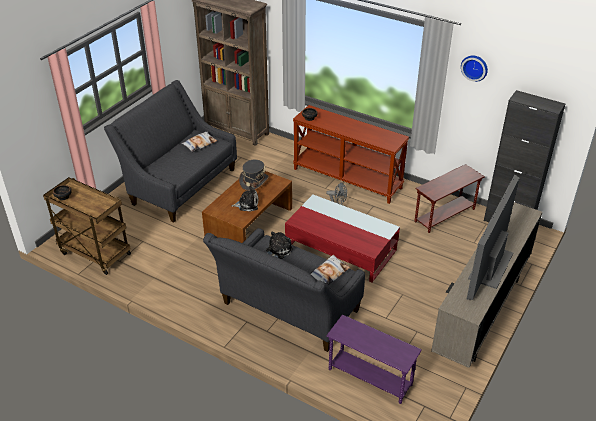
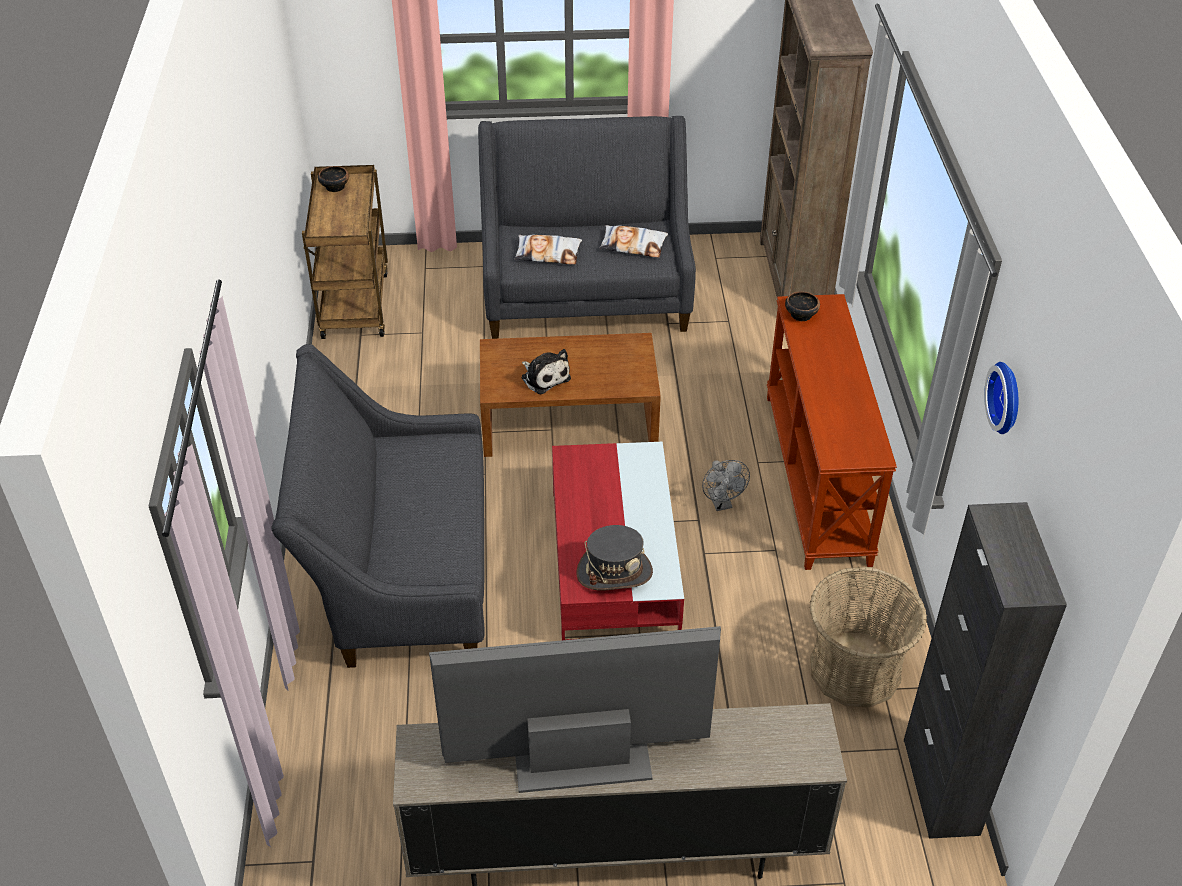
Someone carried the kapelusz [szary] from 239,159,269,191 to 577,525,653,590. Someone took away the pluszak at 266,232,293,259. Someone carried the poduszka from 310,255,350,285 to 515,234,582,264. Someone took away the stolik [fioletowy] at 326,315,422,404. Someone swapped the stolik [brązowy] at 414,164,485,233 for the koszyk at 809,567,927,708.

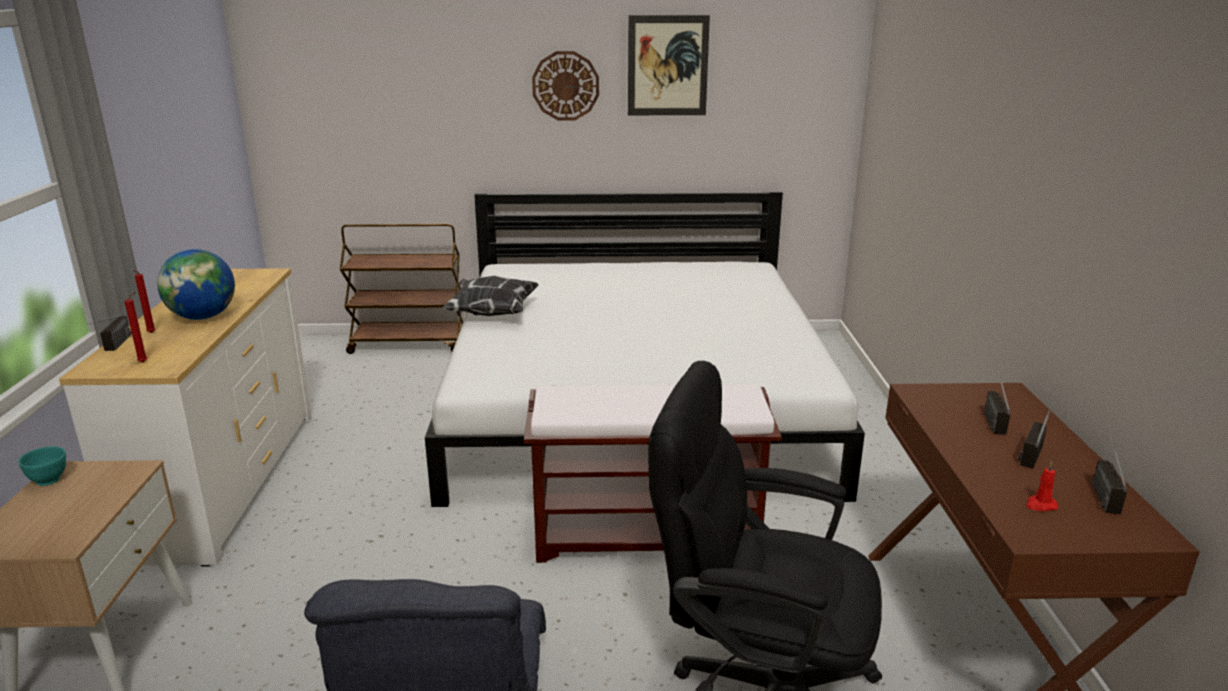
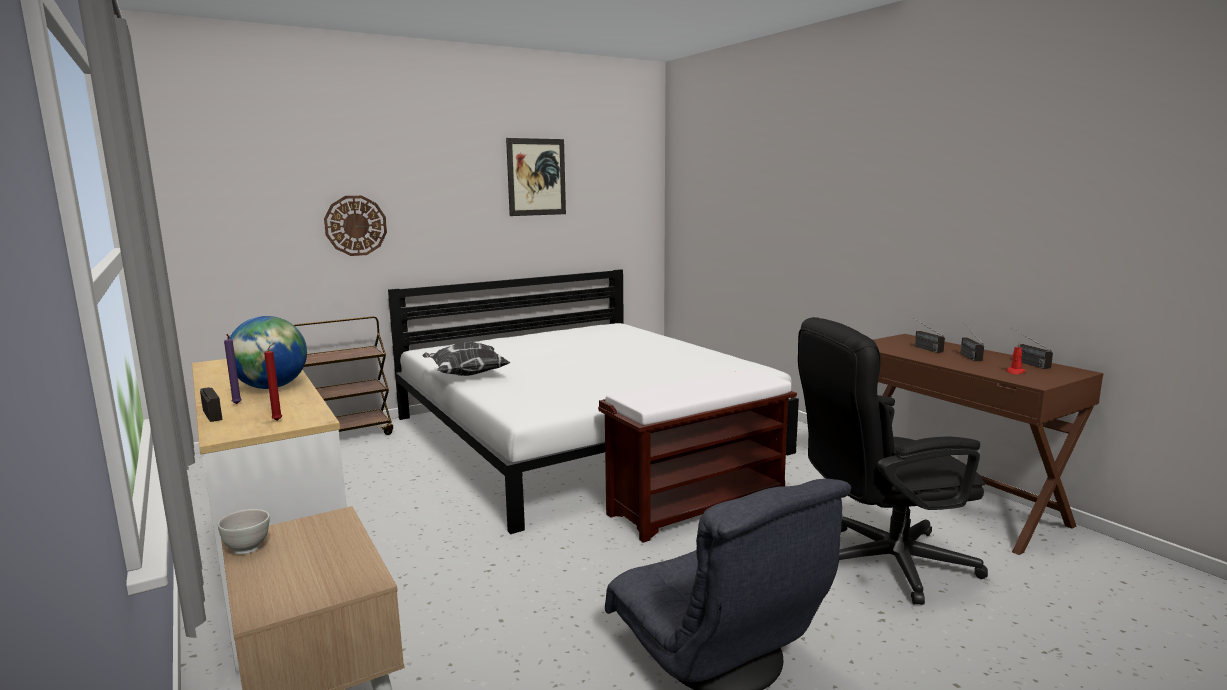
Someone repainted the miska [turkusowy] at 18,446,66,486, which became the miska [biały] at 218,509,270,554. Someone repainted the świeca [czerwony] at 133,270,155,333, which became the świeca [fioletowy] at 224,334,242,404. Someone carried the zegar ścienny from 532,51,599,120 to 324,196,387,256.

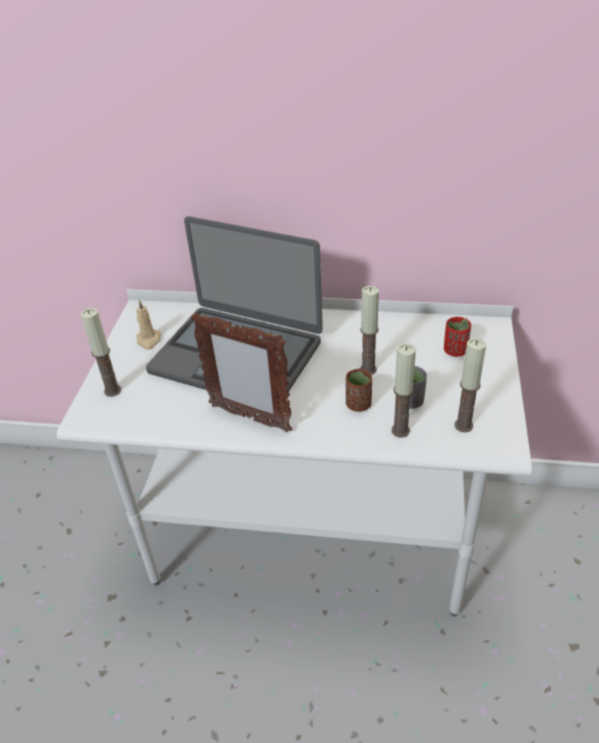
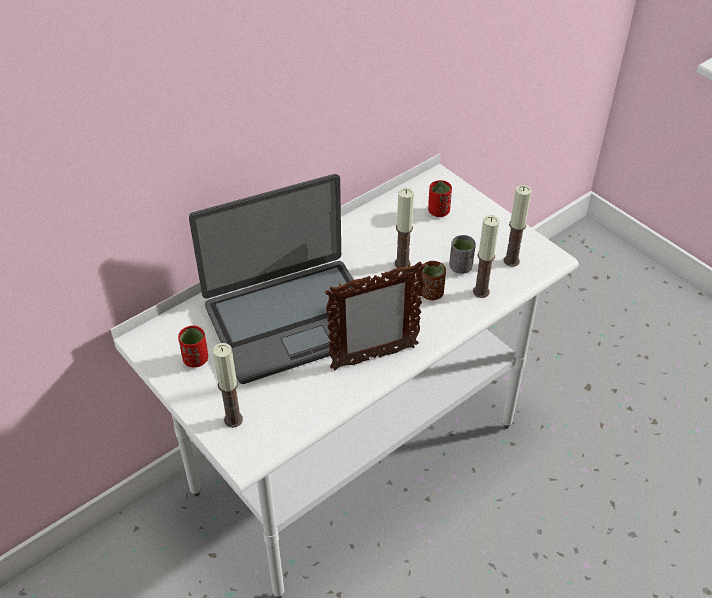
Someone swapped the świeca [beżowy] at 136,300,161,350 for the filiżanka [czerwony] at 178,325,208,367.

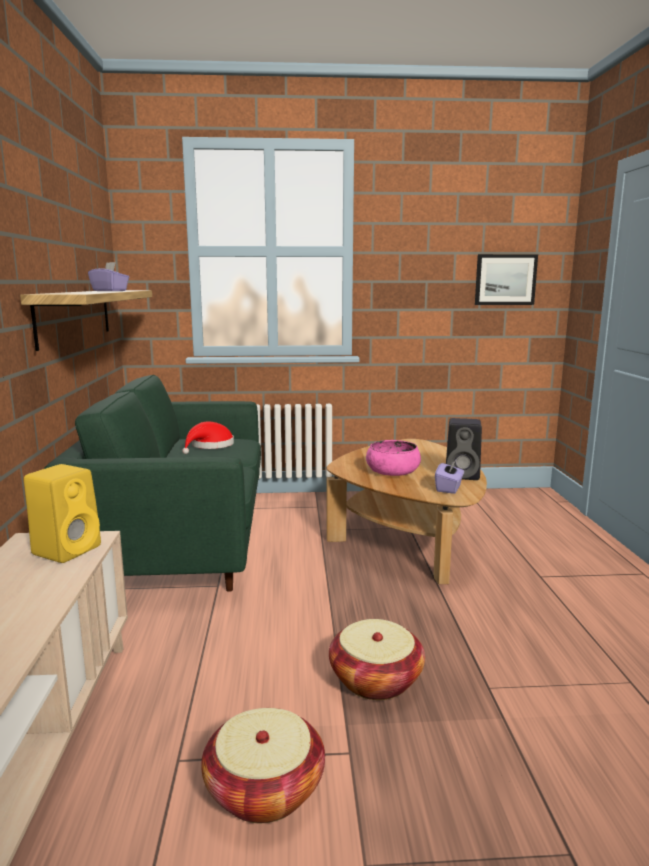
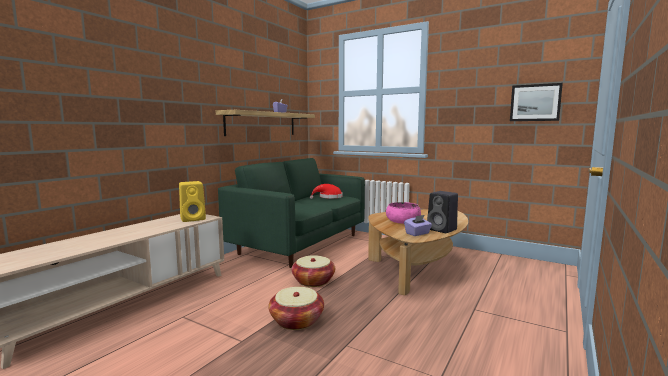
Someone carried the koszyk from 201,708,325,823 to 291,255,335,287.

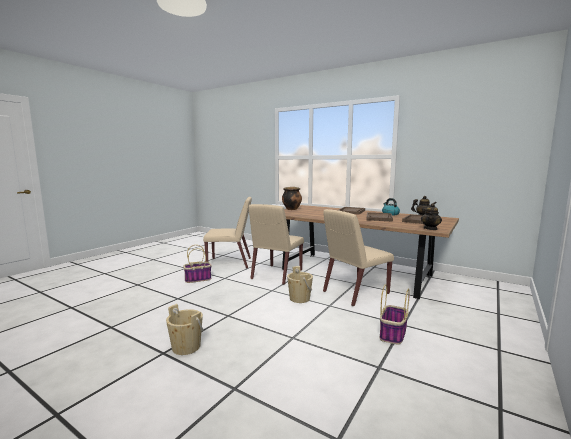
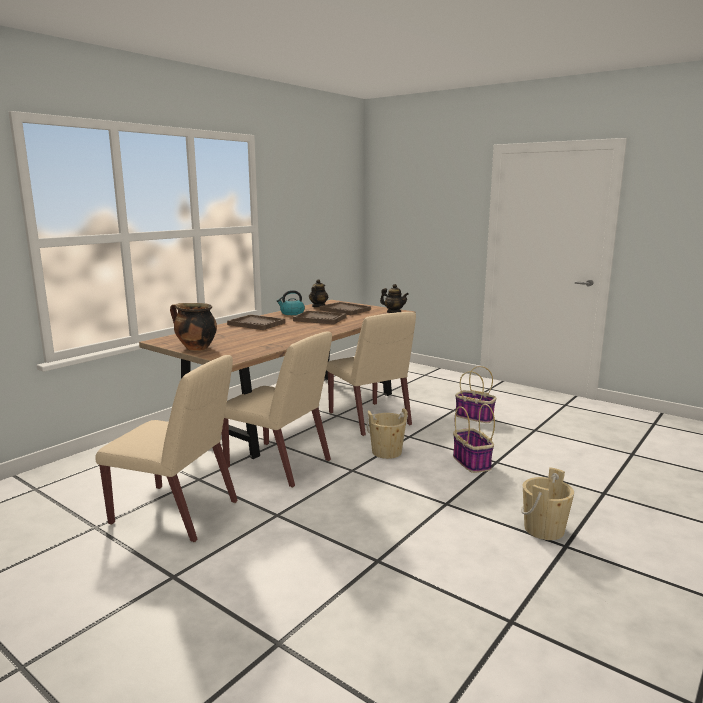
Someone carried the koszyk from 183,245,211,283 to 453,404,495,473. Someone rotated the krzesło [beżowy] at 203,197,252,269 by 105 degrees clockwise.

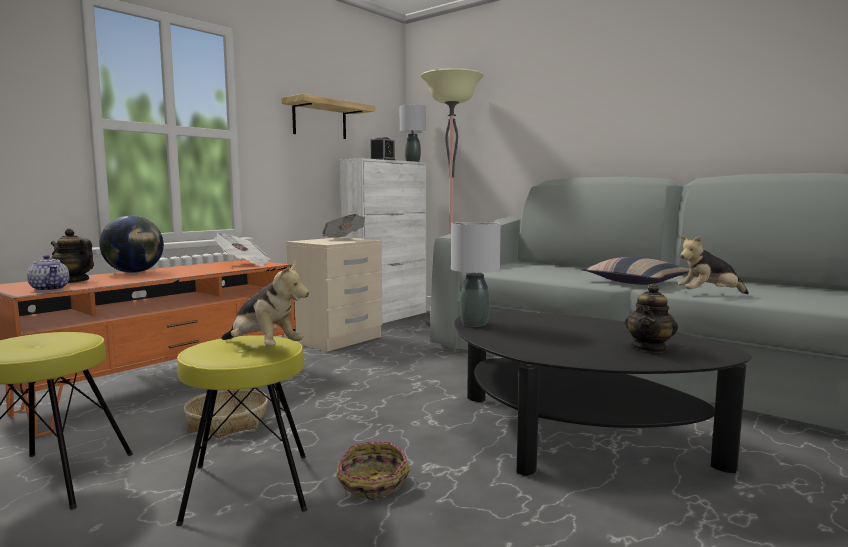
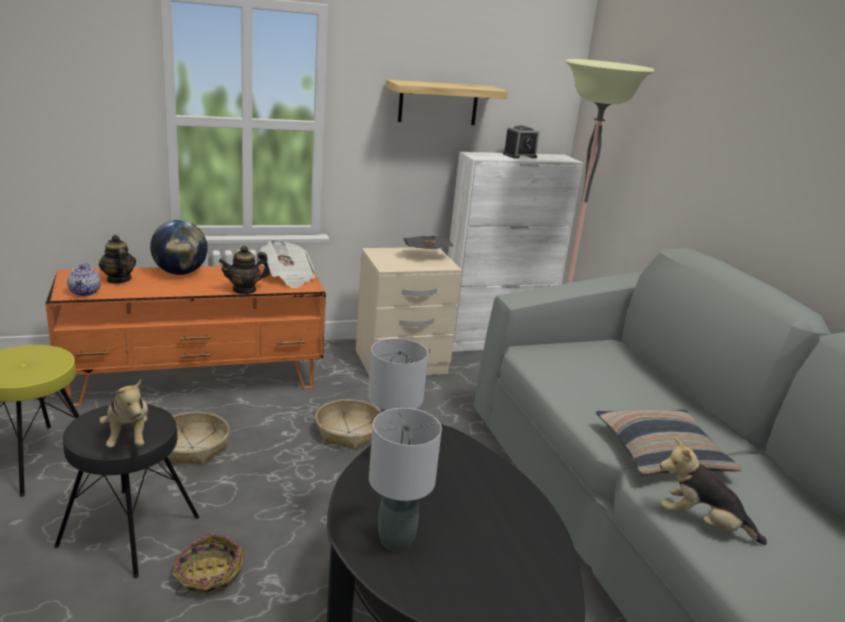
Someone repainted the stołek [żółty] at 176,335,307,526, which became the stołek [czarny] at 54,404,200,578. Someone carried the lampa stołowa [szary] from 400,104,426,162 to 369,408,442,551. Someone carried the imbryk from 625,283,678,353 to 219,246,270,294. Someone put down the koszyk at 315,399,381,450.

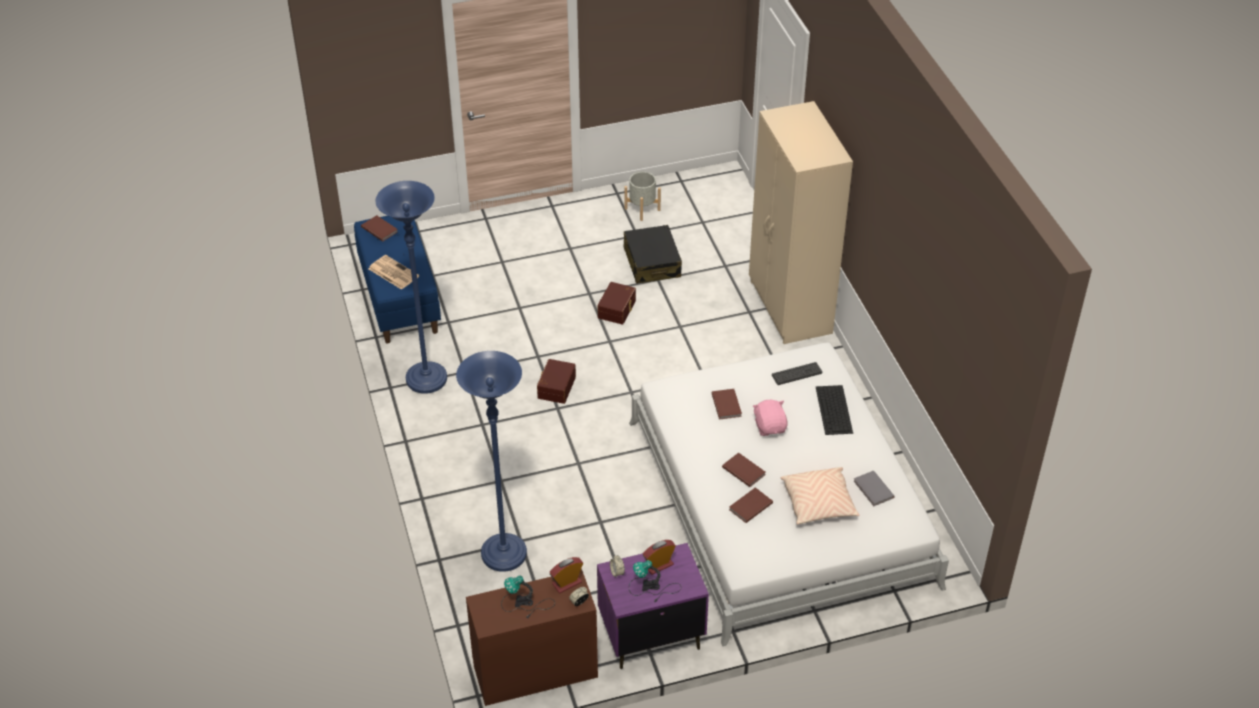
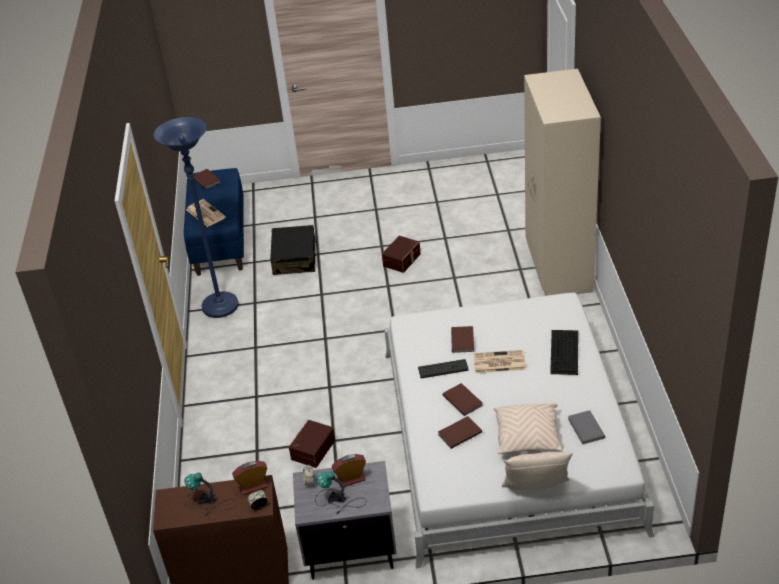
Someone took away the lampa stojąca [niebieski] at 456,351,527,572. Someone carried the pojemnik do przechowywania [brązowy] from 537,359,576,404 to 289,420,335,468. Someone repainted the szafka nocna [fioletowy] at 597,543,709,669, which became the szafka nocna [szary] at 293,461,397,580. Someone took away the donica [szary] at 624,172,661,221. Someone carried the walizka [czarny] from 624,225,682,284 to 270,225,316,275. Someone swapped the pluszak [różowy] at 753,400,788,436 for the gazeta at 473,350,526,373. Someone carried the klawiatura from 772,362,822,385 to 418,359,469,378. Someone put down the poduszka [beżowy] at 502,452,573,490.

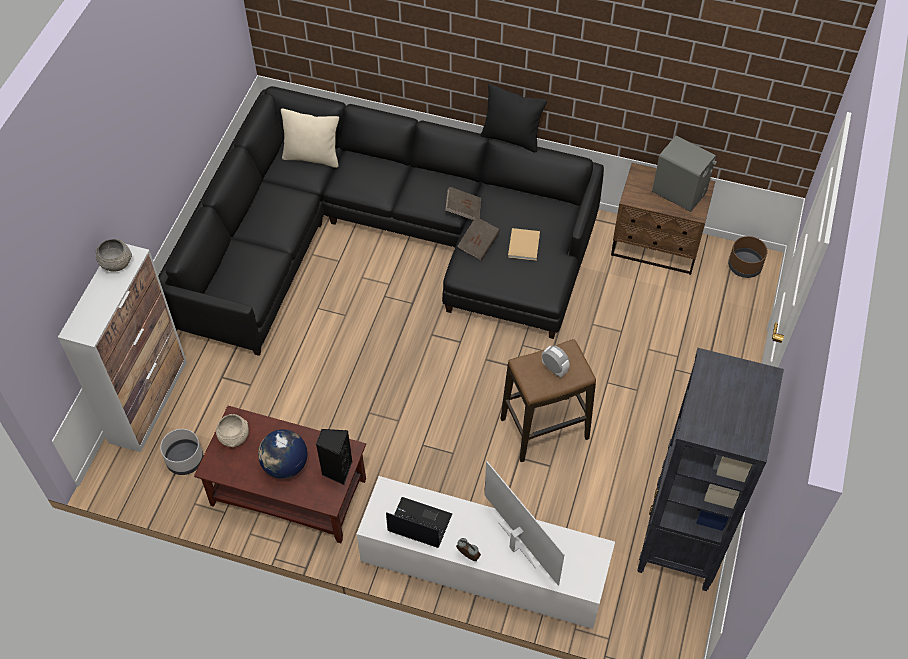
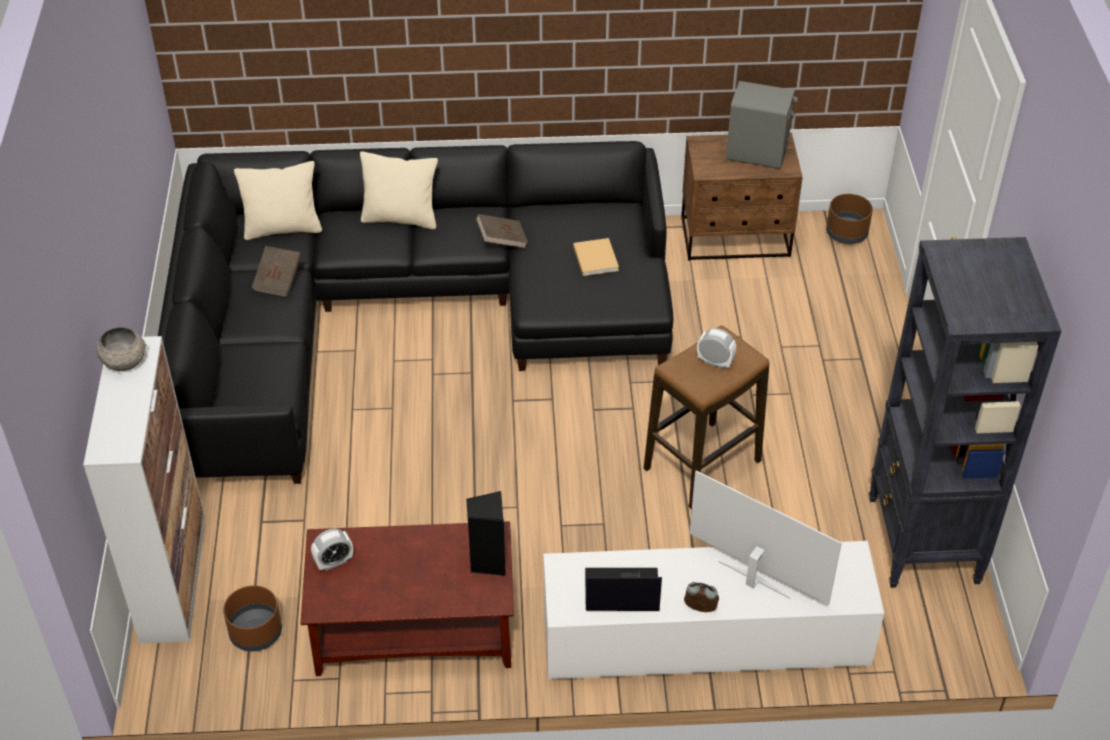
Someone repainted the donica [szary] at 160,429,203,475, which became the donica [brązowy] at 223,585,282,651. Someone swapped the miska [beżowy] at 216,414,249,447 for the budzik at 311,529,353,571. Someone took away the globus at 258,430,307,479. Someone carried the książka [brązowy] from 457,217,500,261 to 252,246,302,297. Someone took away the poduszka [czarny] at 481,84,547,152. Someone put down the poduszka [beżowy] at 360,151,438,229.

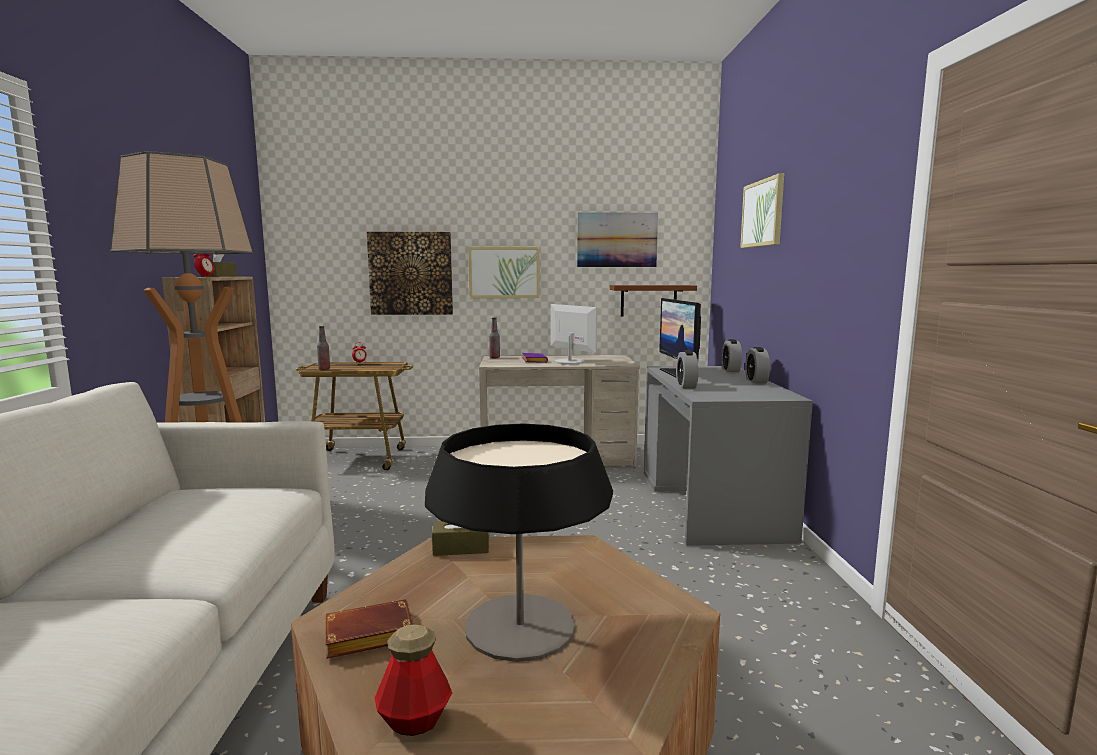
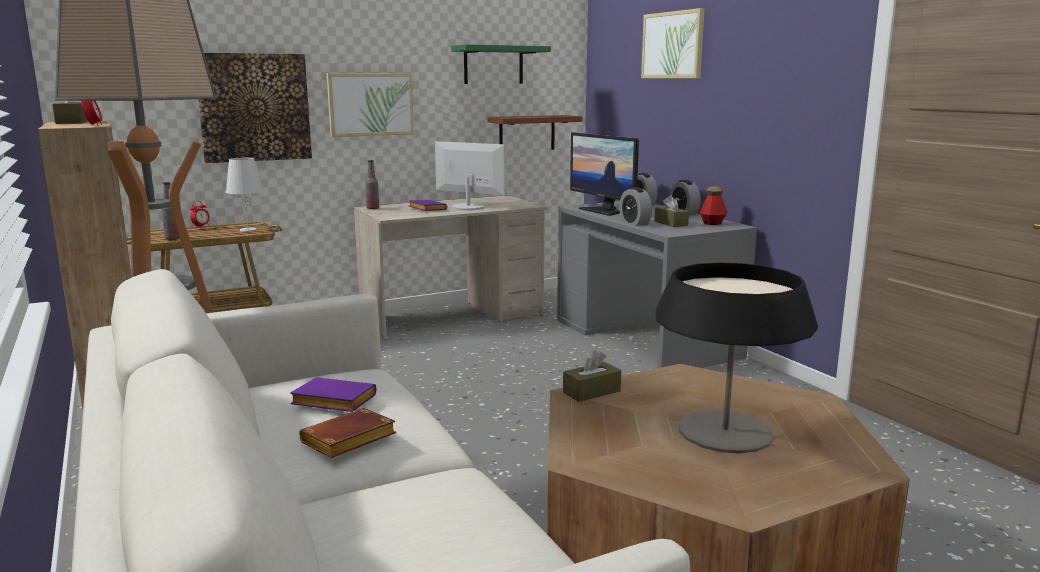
Someone carried the książka [brązowy] from 325,599,414,659 to 299,408,396,458. Someone carried the butelka from 375,625,452,736 to 700,187,727,225. Someone swapped the obraz at 577,212,658,267 for the półka [zielony] at 451,44,551,84. Someone put down the lampa stołowa [biały] at 226,158,264,232. Someone put down the książka [fioletowy] at 290,377,376,412. Someone put down the pudełko chusteczek [brązowy] at 655,195,689,227.

